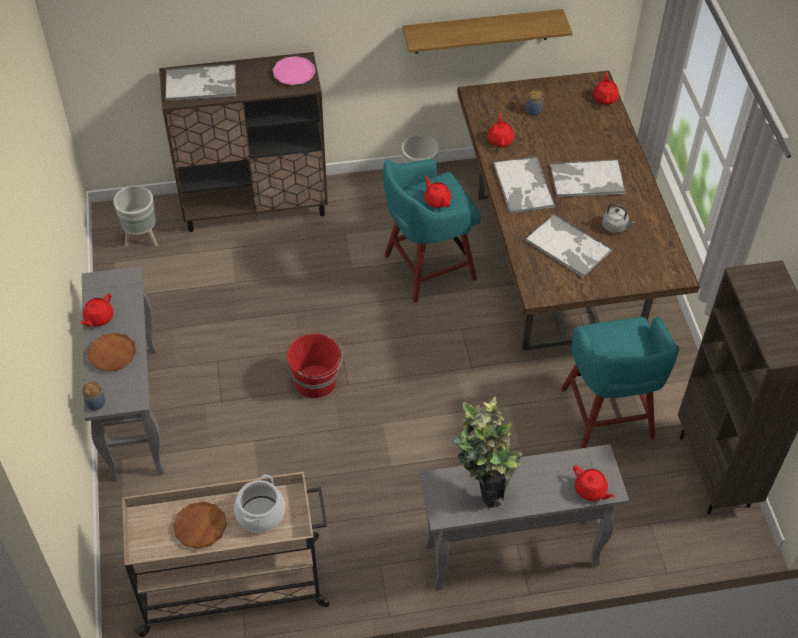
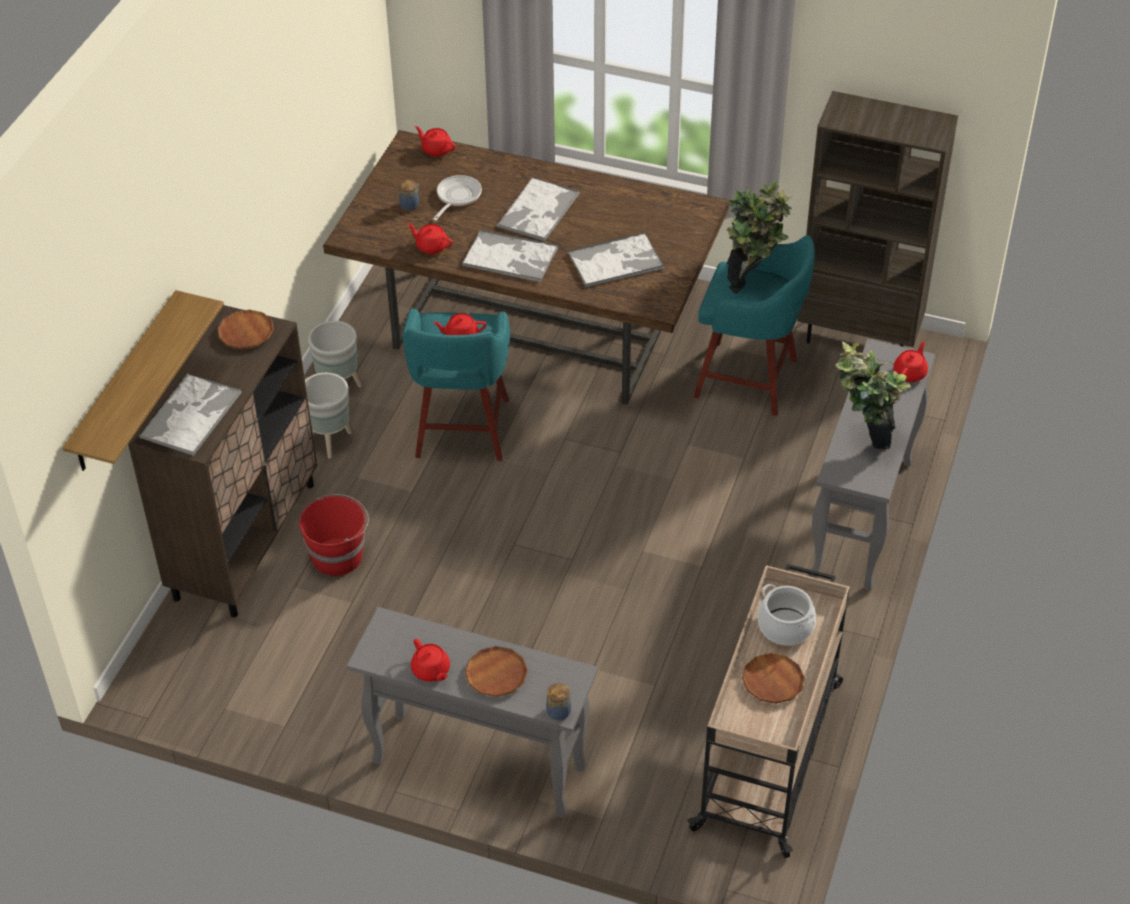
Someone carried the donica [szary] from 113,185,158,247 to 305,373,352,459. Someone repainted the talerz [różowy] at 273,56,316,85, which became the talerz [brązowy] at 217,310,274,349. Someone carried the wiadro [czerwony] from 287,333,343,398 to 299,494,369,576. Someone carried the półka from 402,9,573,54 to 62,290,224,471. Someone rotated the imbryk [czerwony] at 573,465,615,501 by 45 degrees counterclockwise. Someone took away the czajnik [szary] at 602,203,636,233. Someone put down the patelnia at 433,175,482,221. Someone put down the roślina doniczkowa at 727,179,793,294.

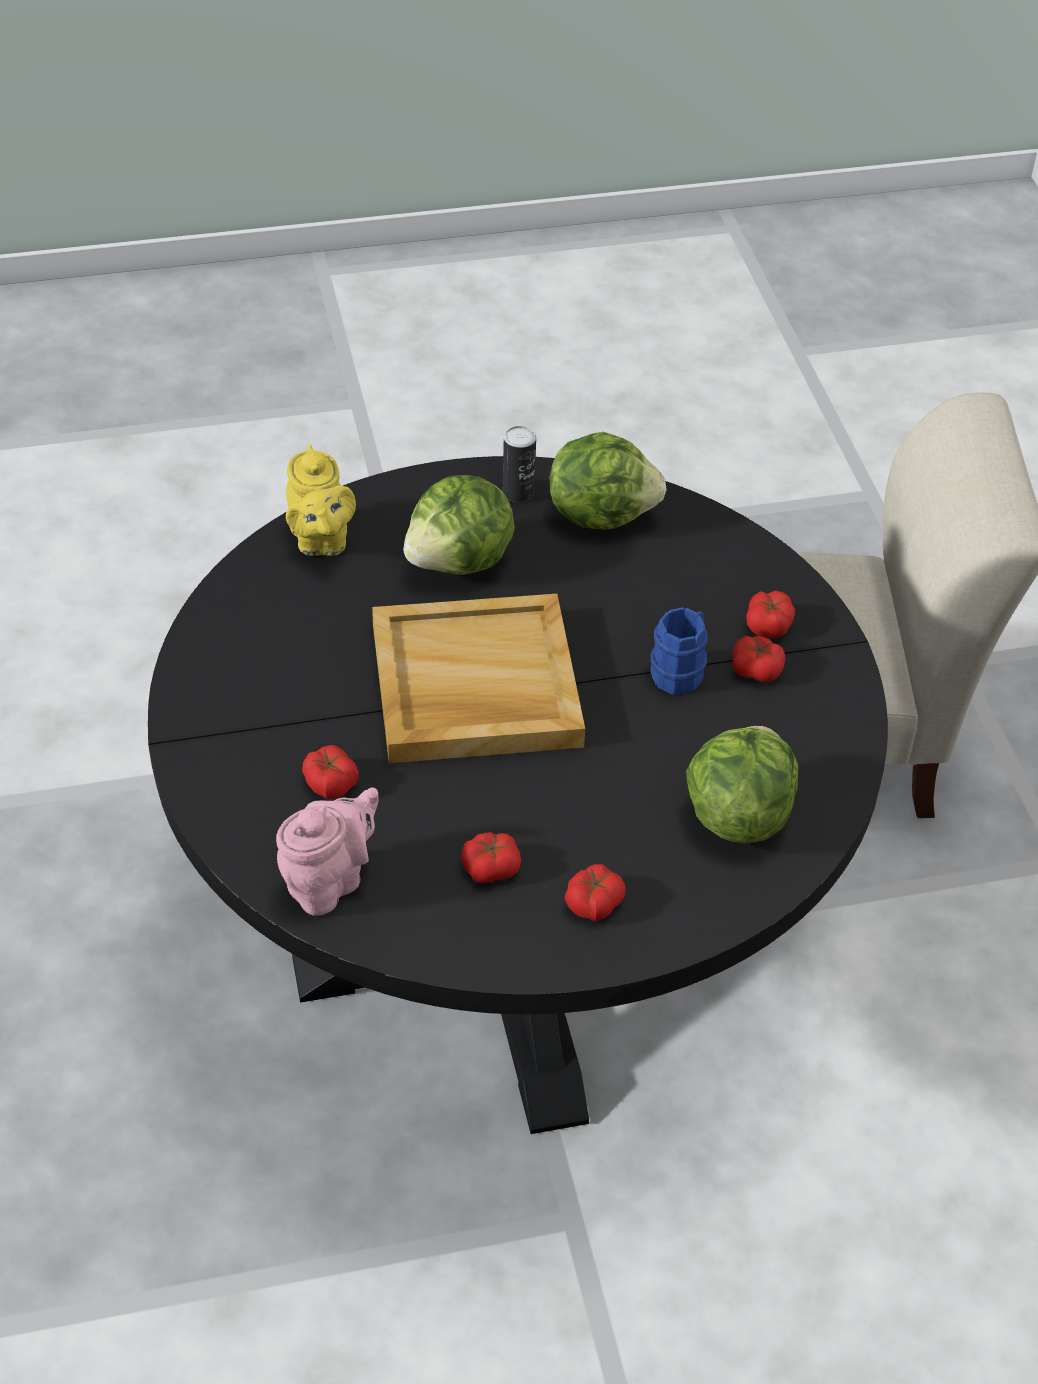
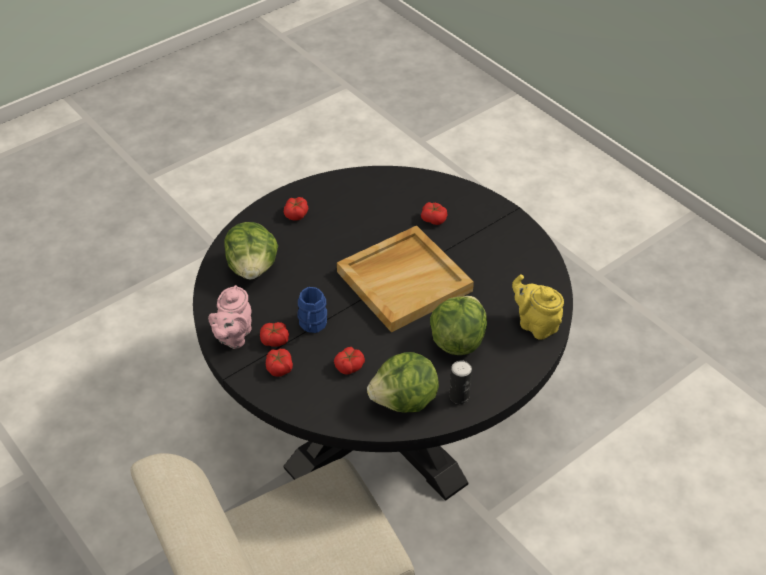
Someone carried the imbryk [różowy] from 276,787,379,916 to 208,285,252,349. Someone carried the pomidor from 461,832,521,883 to 334,347,365,375.

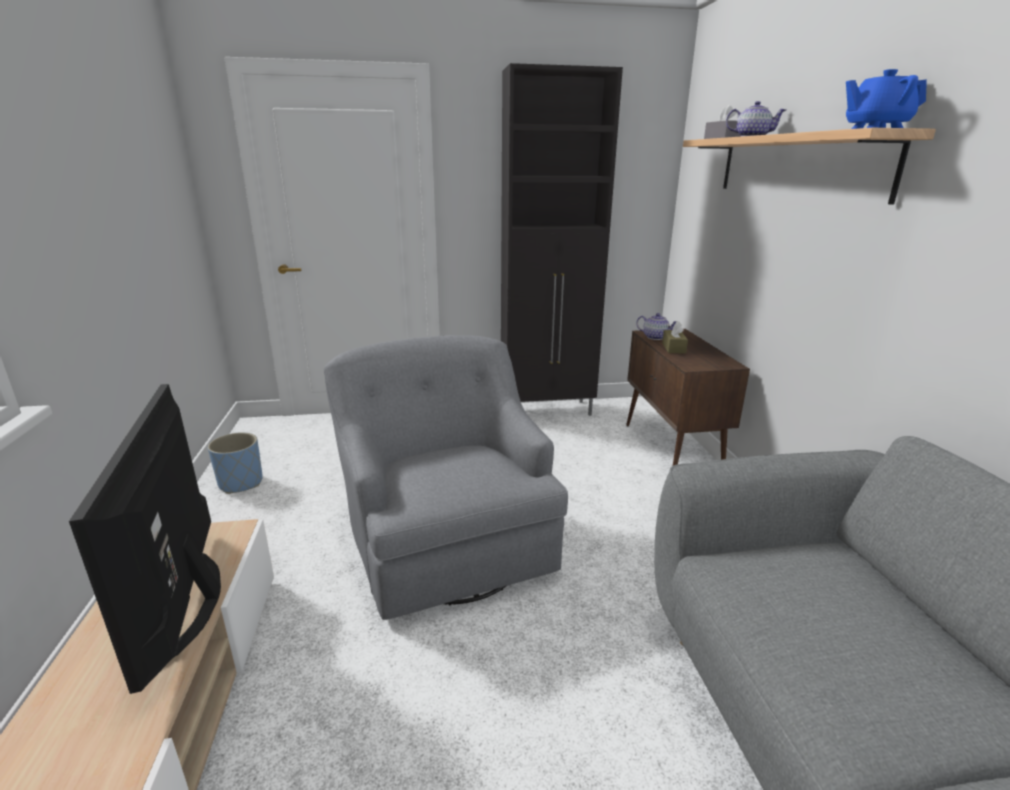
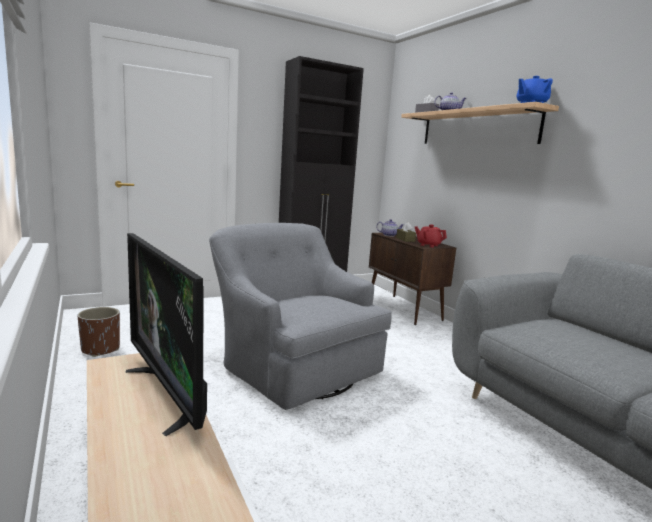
Someone repainted the donica [niebieski] at 208,432,263,494, which became the donica [brązowy] at 77,307,120,357. Someone put down the imbryk [czerwony] at 415,224,447,248.

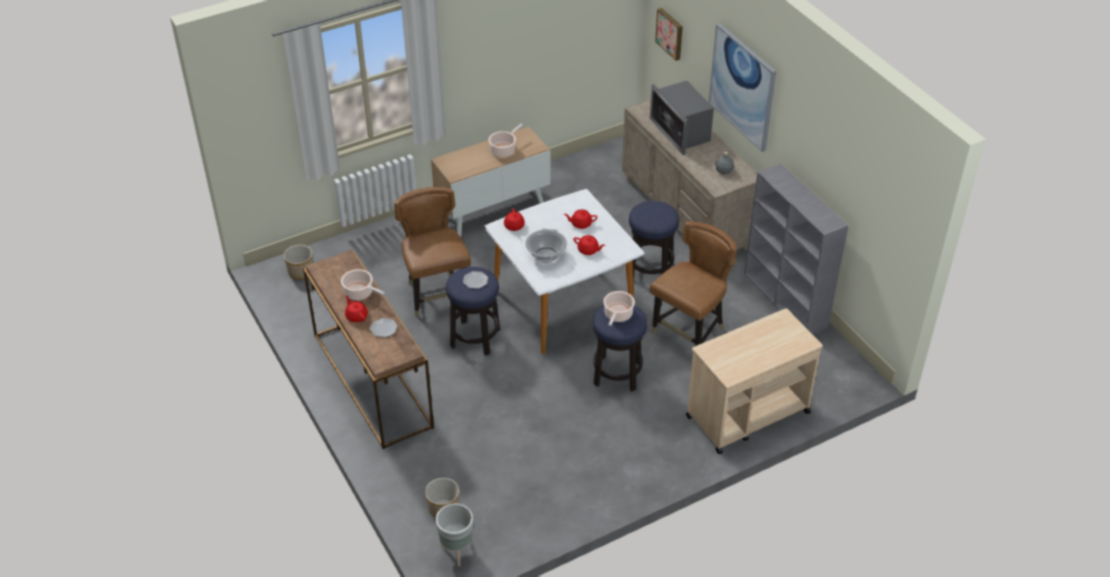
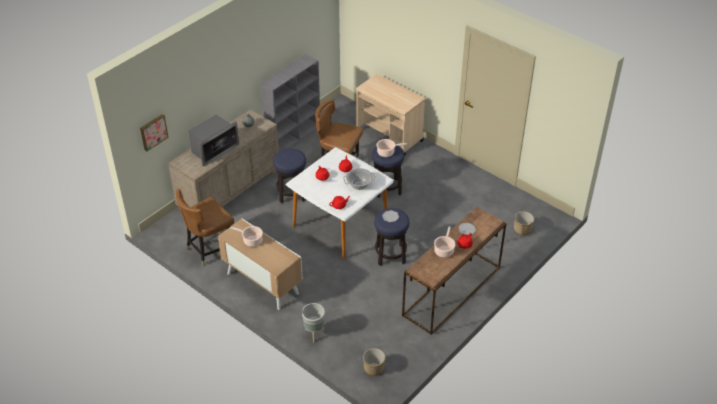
Someone carried the krzesło [brązowy] from 394,187,471,317 to 176,189,234,266. Someone carried the donica [szary] from 436,504,473,567 to 302,303,325,342. Someone took away the obraz at 709,23,776,152.

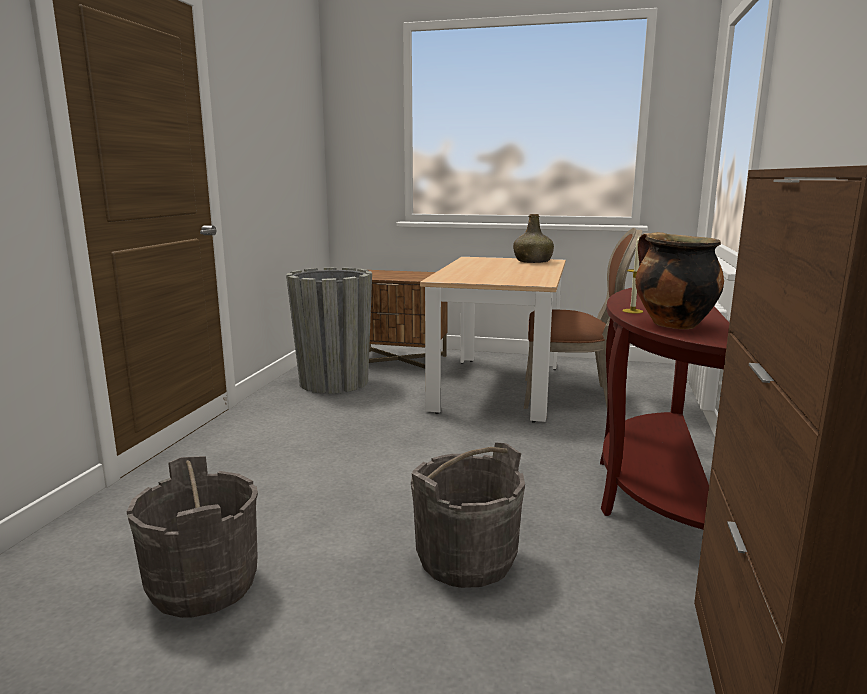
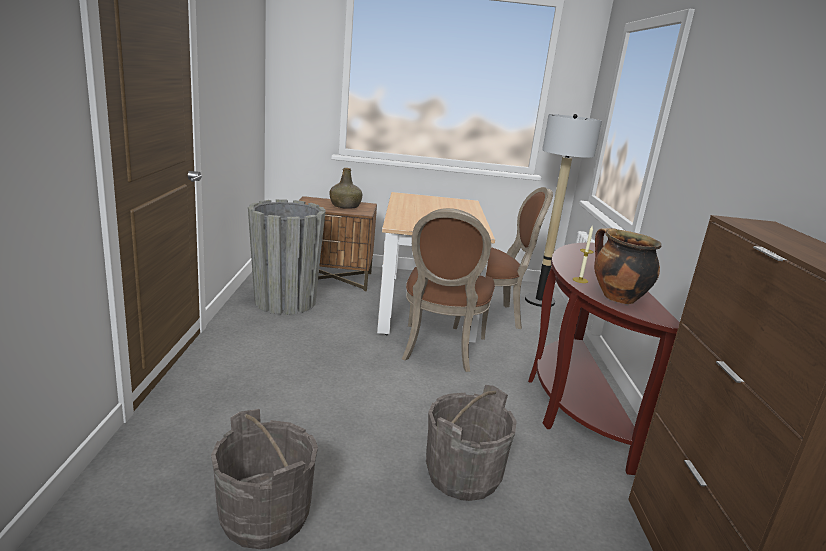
Someone carried the butelka [zielony] from 513,214,554,263 to 329,168,362,209. Someone put down the krzesło [brązowy] at 402,208,495,372. Someone put down the lampa stojąca at 525,114,602,307.

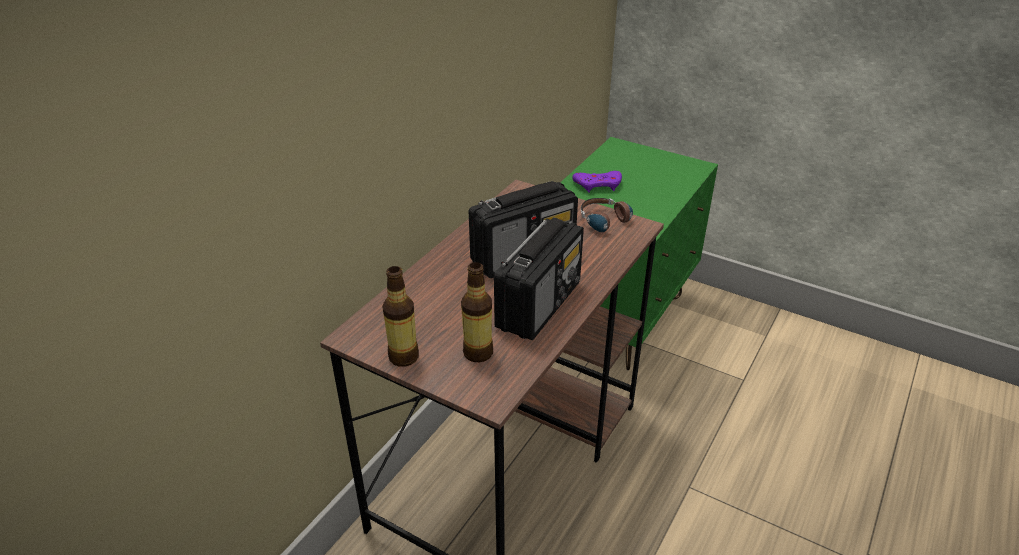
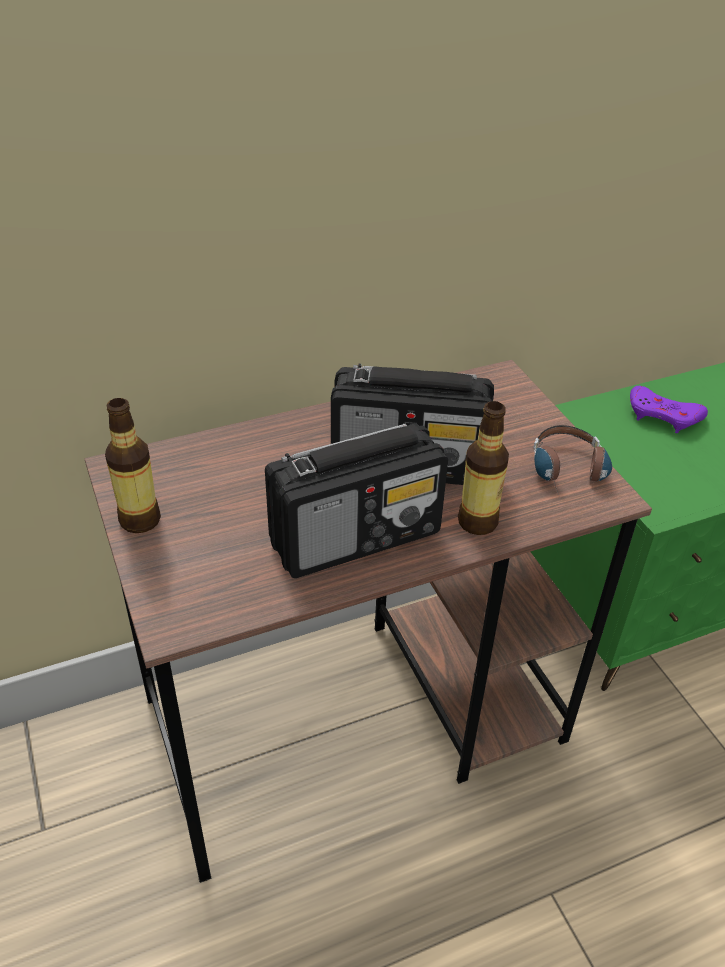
Someone carried the butelka from 461,262,493,362 to 458,401,509,535.

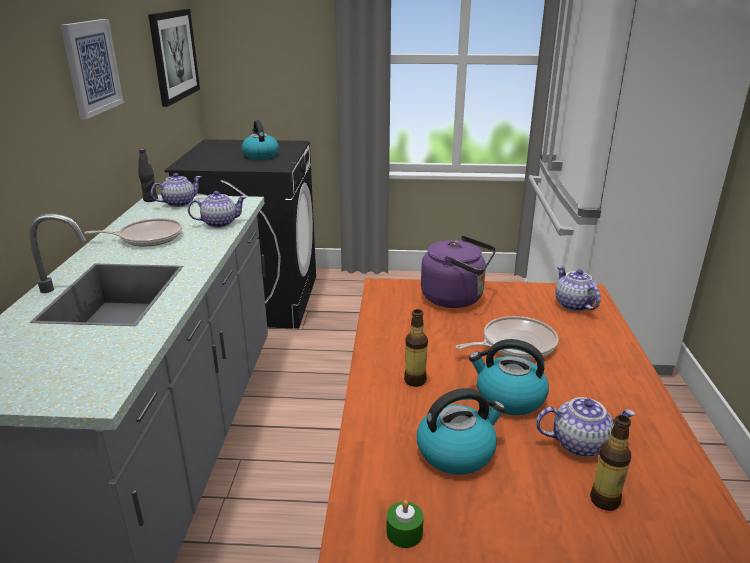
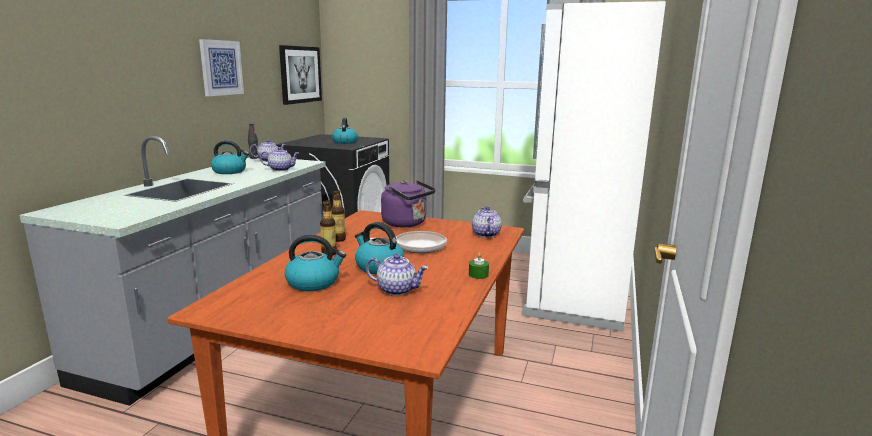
Someone swapped the patelnia at 85,218,182,247 for the czajnik at 211,140,249,174. Someone carried the świeca [zielony] from 386,500,424,548 to 469,253,489,279. Someone carried the butelka from 590,415,631,511 to 331,190,346,242.

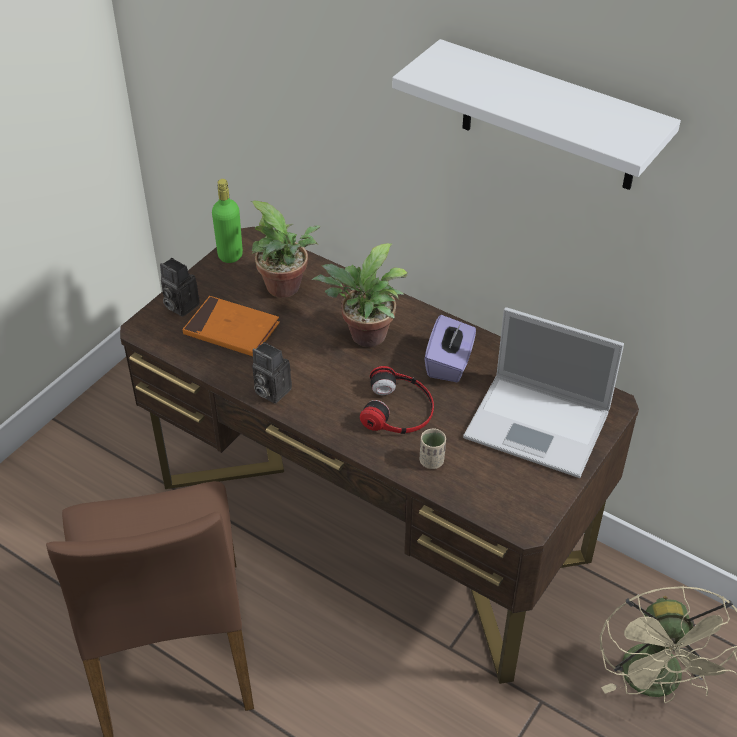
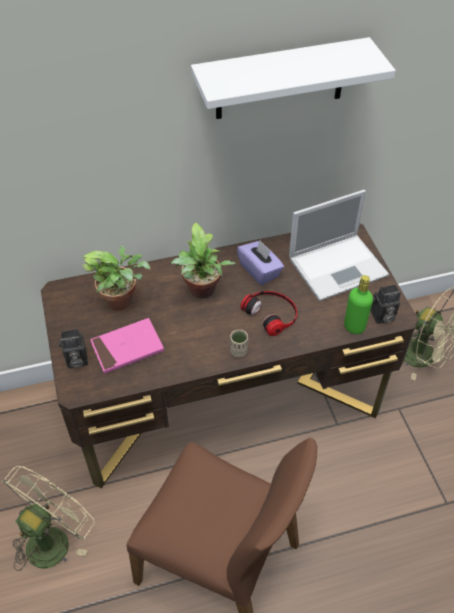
Someone repainted the książka [pomarańczowy] at 183,296,280,356, which became the książka [różowy] at 90,318,164,374. Someone carried the butelka [zielony] from 212,179,243,263 to 344,275,373,334. Someone carried the aparat fotograficzny from 252,342,292,403 to 370,284,401,324. Someone carried the filiżanka [beżowy] from 420,428,446,469 to 230,330,248,357. Someone put down the wentylator [beżowy] at 2,466,94,571.

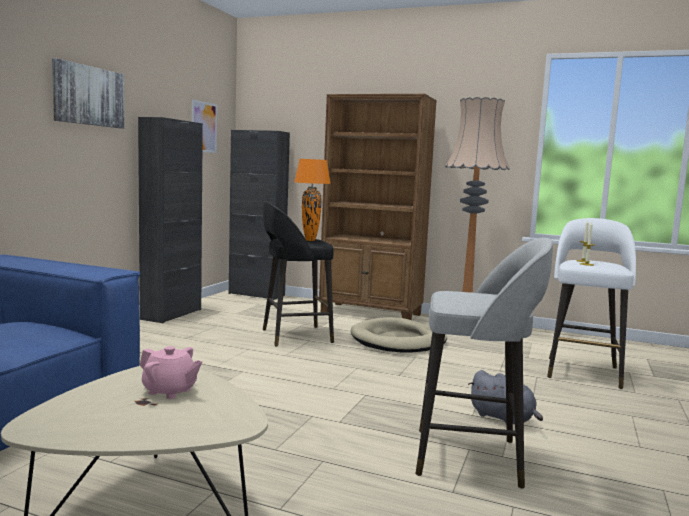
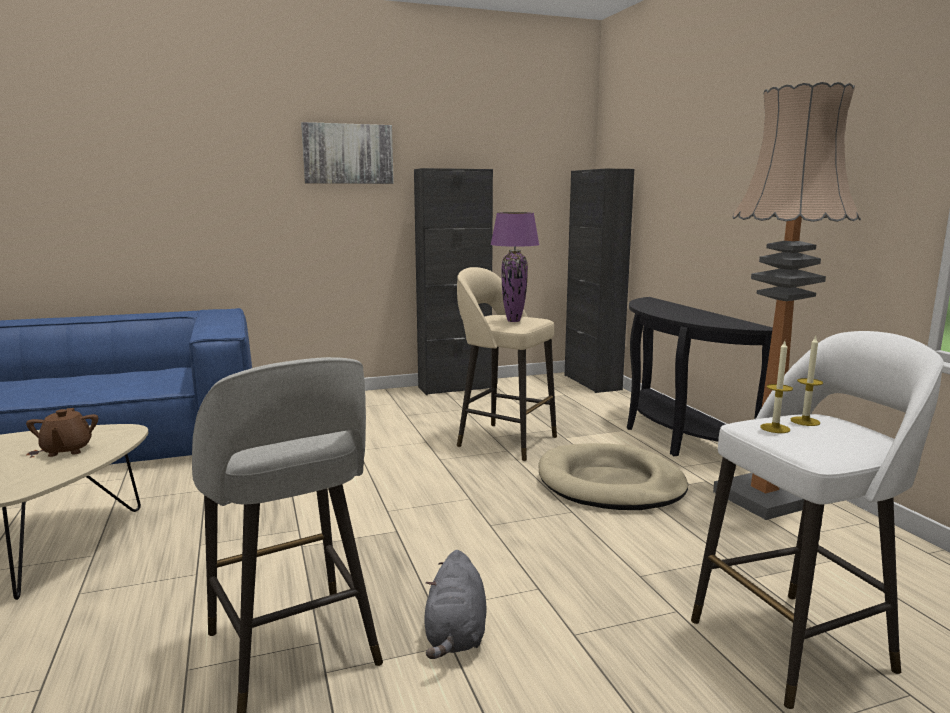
Someone repainted the imbryk [różowy] at 140,346,202,399, which became the imbryk [brązowy] at 26,408,98,457. Someone took away the obraz at 192,100,217,153. Someone repainted the stołek [czarny] at 263,201,334,347, which became the stołek [beżowy] at 457,267,557,461. Someone repainted the lampa stołowa [pomarańczowy] at 294,159,331,241, which became the lampa stołowa [fioletowy] at 490,212,540,322. Someone swapped the regał [brązowy] at 319,94,437,320 for the stolik konsolowy [czarny] at 627,297,773,456.

